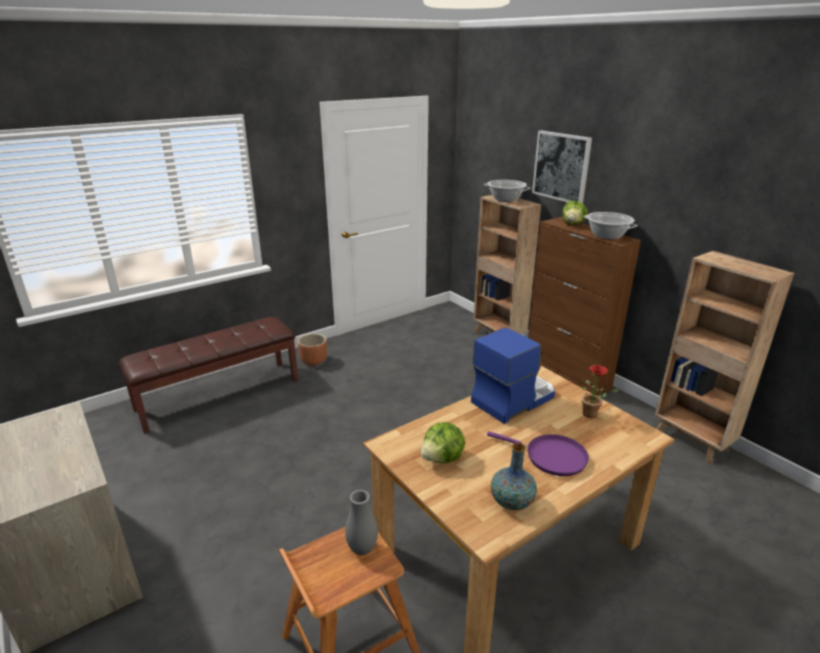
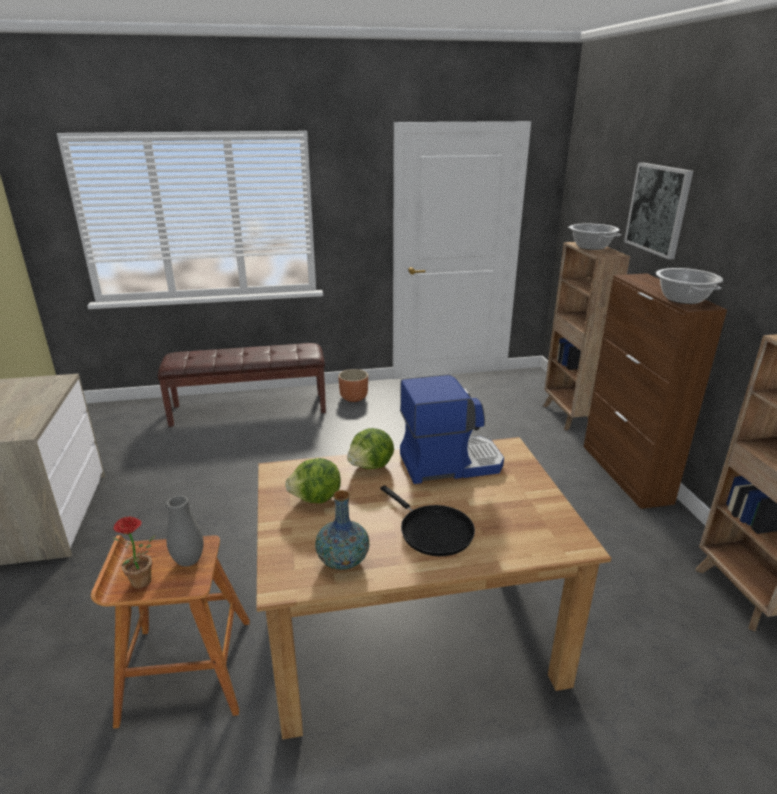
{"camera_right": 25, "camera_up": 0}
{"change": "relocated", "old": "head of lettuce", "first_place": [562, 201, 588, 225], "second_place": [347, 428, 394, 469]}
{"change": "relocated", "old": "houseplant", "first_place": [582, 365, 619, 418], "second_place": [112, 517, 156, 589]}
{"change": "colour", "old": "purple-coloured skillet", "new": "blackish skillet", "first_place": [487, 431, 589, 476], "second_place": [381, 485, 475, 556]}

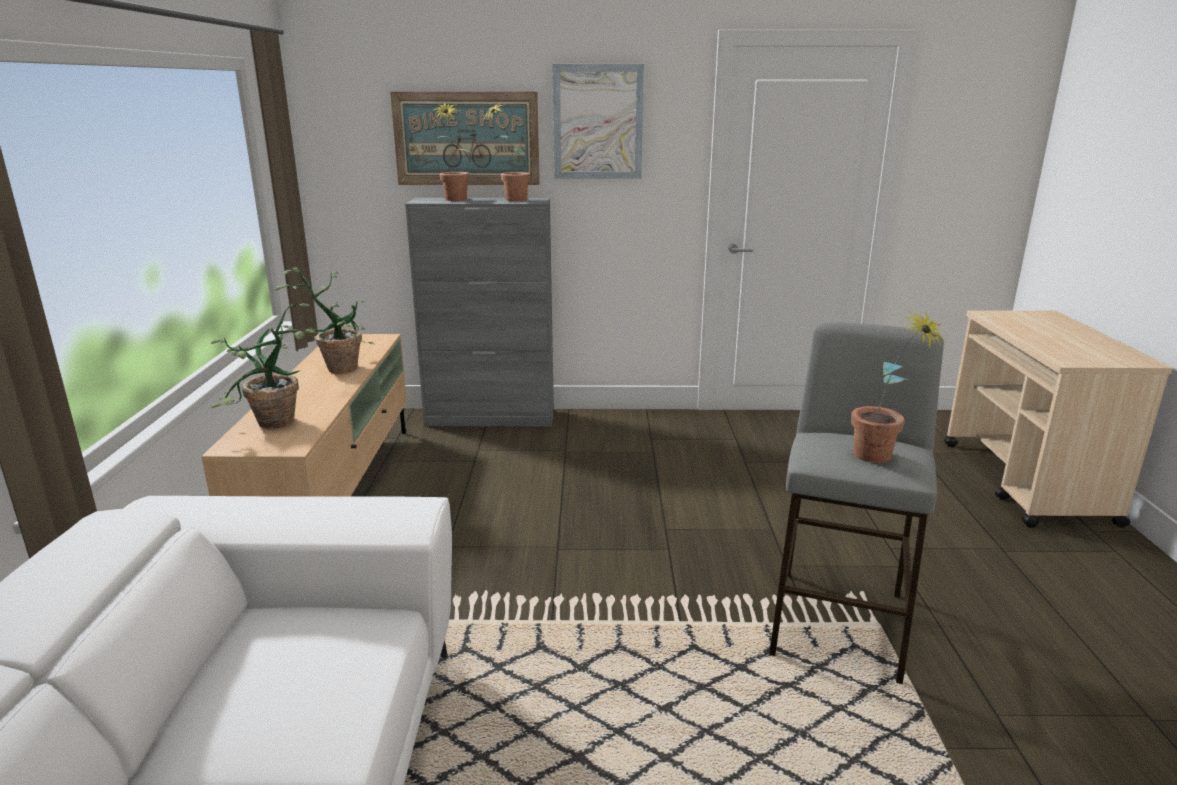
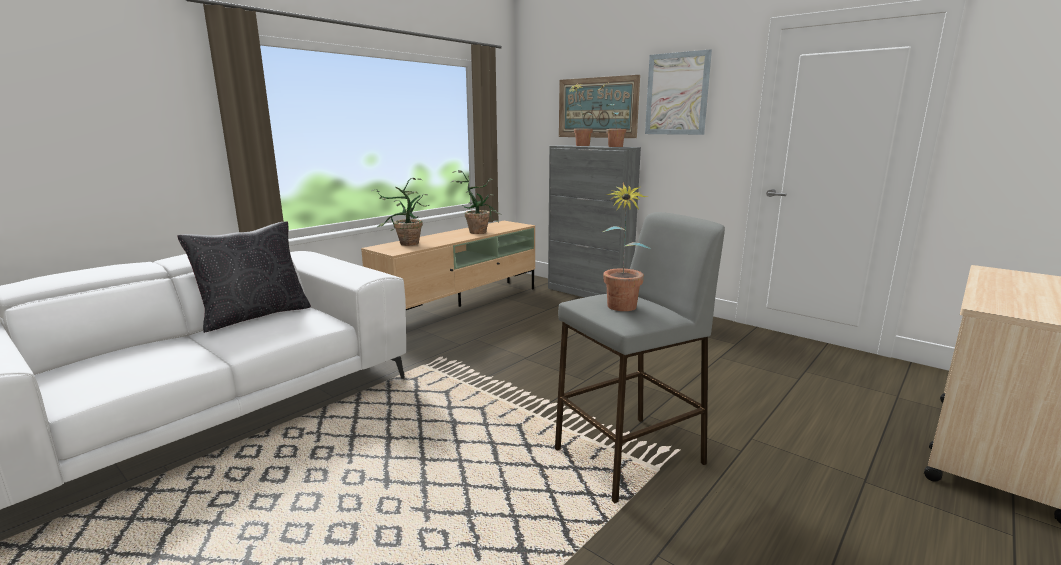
{"camera_right": 40, "camera_up": -5}
{"change": "appeared", "new": "blackish throw pillow", "second_place": [177, 222, 311, 333]}

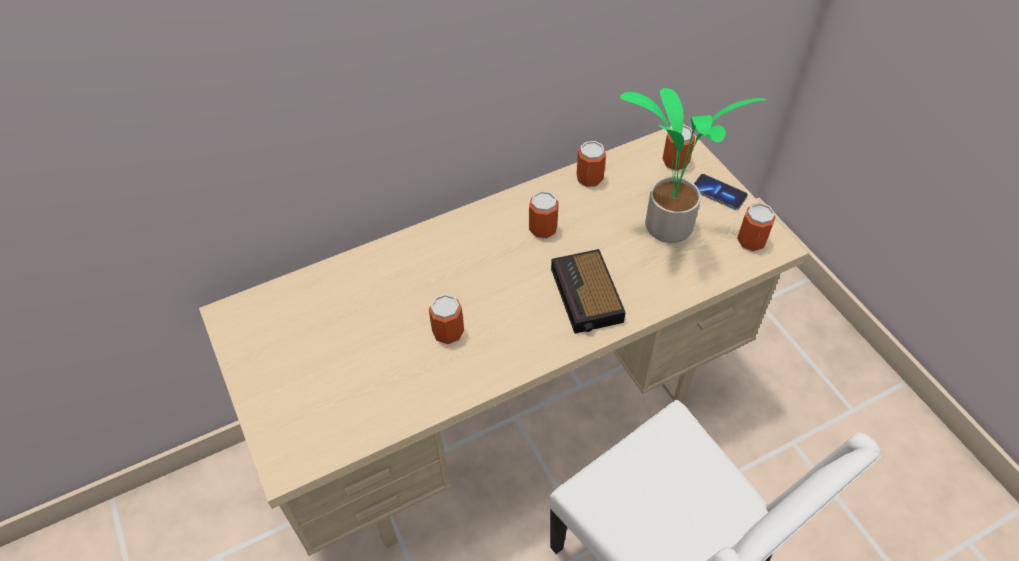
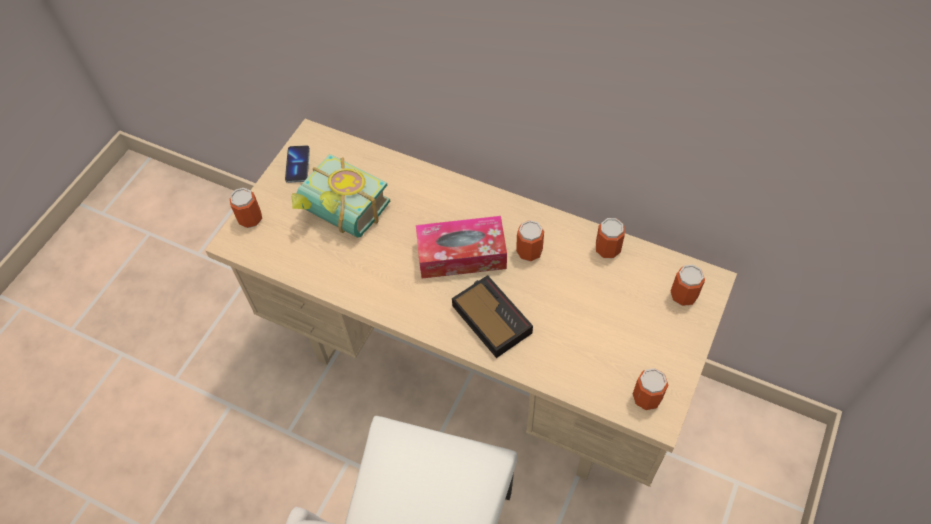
{"camera_right": 55, "camera_up": 5}
{"change": "missing", "old": "houseplant", "first_place": [620, 88, 767, 243]}
{"change": "relocated", "old": "telephone", "first_place": [694, 174, 748, 210], "second_place": [285, 145, 310, 183]}
{"change": "spun", "old": "table clock", "first_place": [551, 249, 626, 334], "second_place": [452, 275, 533, 358], "degrees": 105}
{"change": "relocated", "old": "sealed can", "first_place": [429, 294, 464, 344], "second_place": [229, 188, 262, 228]}
{"change": "appeared", "new": "volume", "second_place": [291, 154, 390, 238]}
{"change": "appeared", "new": "tissue box", "second_place": [416, 216, 507, 279]}

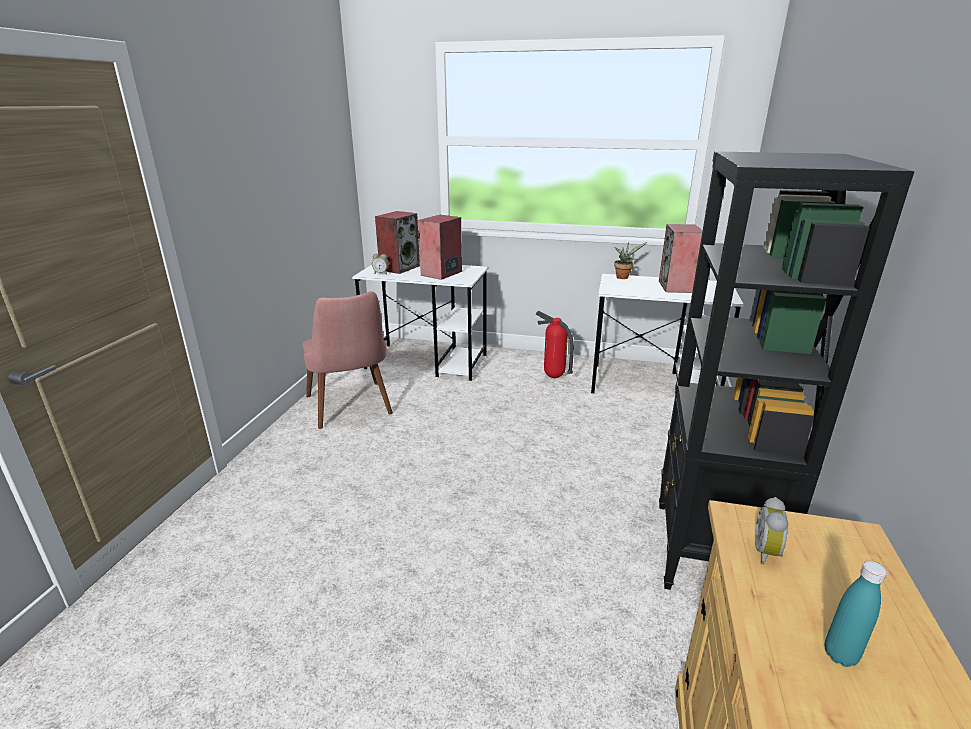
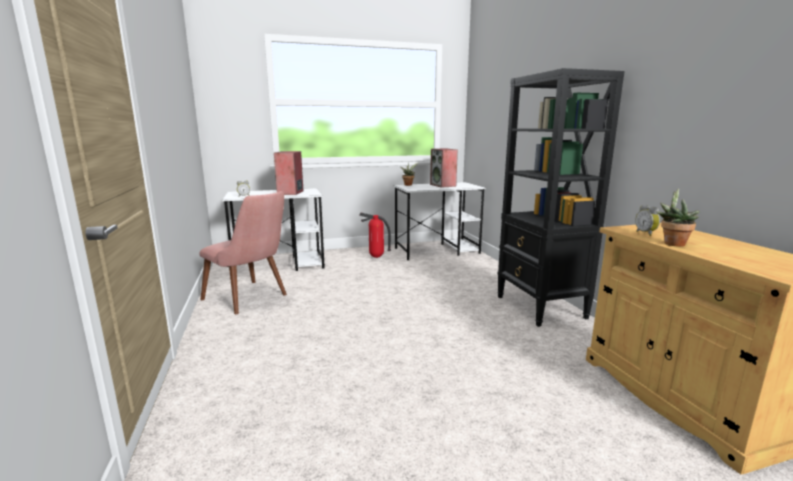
{"camera_right": -30, "camera_up": -10}
{"change": "missing", "old": "audio speaker", "first_place": [375, 211, 420, 274]}
{"change": "missing", "old": "blue-green drink bottle", "first_place": [825, 561, 887, 667]}
{"change": "appeared", "new": "houseplant", "second_place": [656, 188, 700, 247]}

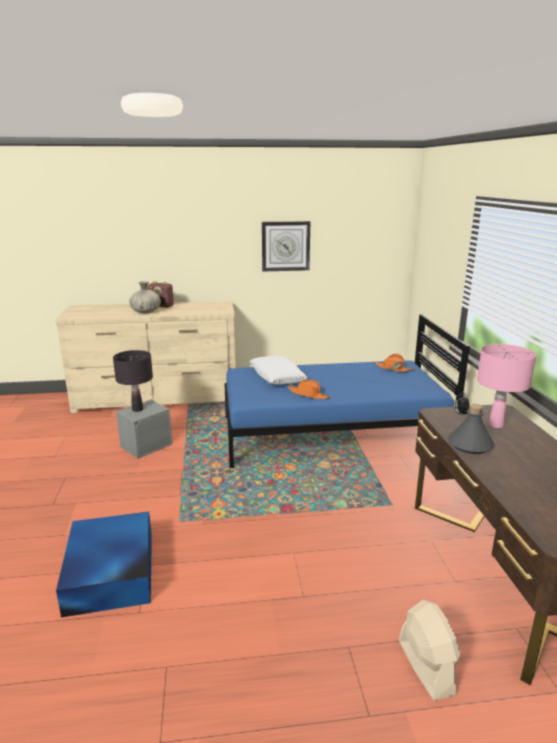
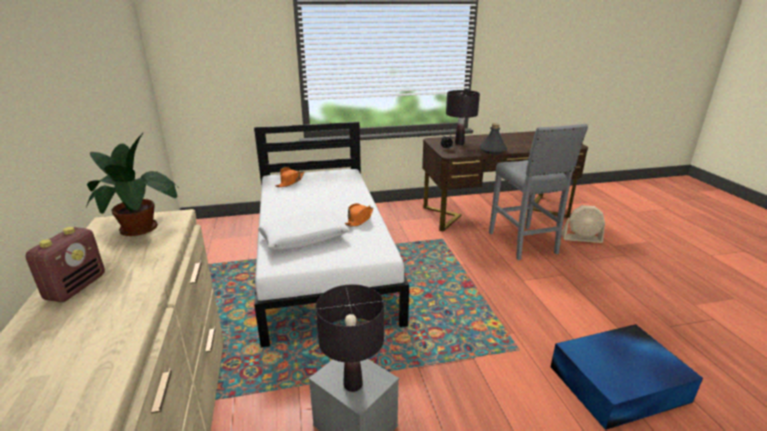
{"camera_right": -95, "camera_up": 5}
{"change": "missing", "old": "clock on the wall", "first_place": [262, 221, 310, 271]}
{"change": "missing", "old": "sand-coloured flower vase", "first_place": [129, 281, 161, 314]}
{"change": "colour", "old": "blue bed", "new": "white bed", "first_place": [224, 314, 470, 468], "second_place": [254, 122, 409, 347]}
{"change": "colour", "old": "pink lamp for a table", "new": "blackish lamp for a table", "first_place": [477, 344, 536, 429], "second_place": [446, 90, 480, 145]}
{"change": "spun", "old": "sand-coloured fan", "first_place": [399, 600, 461, 701], "second_place": [562, 205, 605, 243], "degrees": -150}
{"change": "appeared", "new": "greyish sitting stool", "second_place": [489, 124, 588, 260]}
{"change": "appeared", "new": "houseplant", "second_place": [86, 132, 179, 236]}

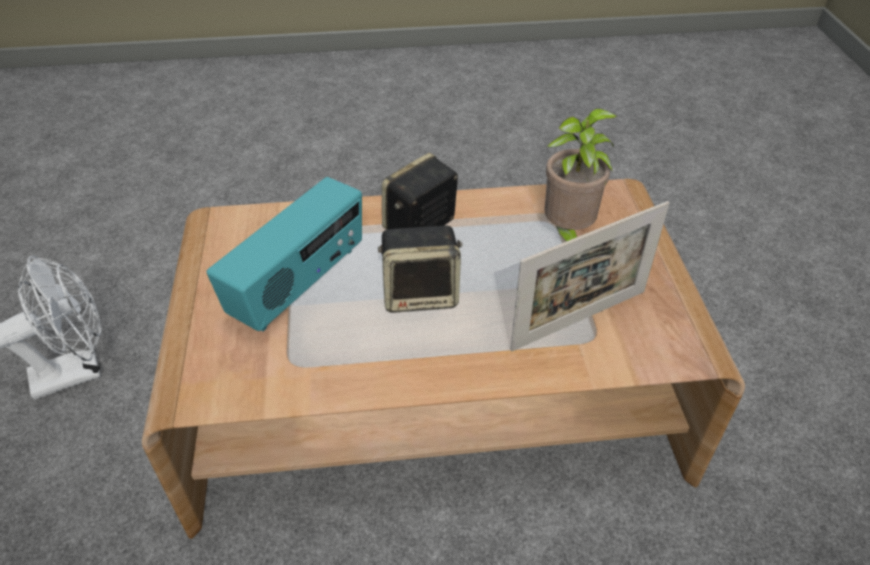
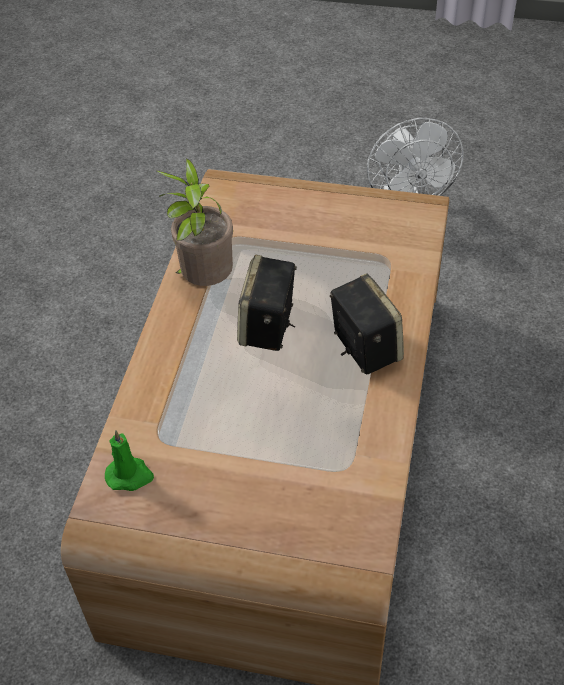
{"camera_right": 110, "camera_up": 5}
{"change": "relocated", "old": "houseplant", "first_place": [544, 108, 618, 241], "second_place": [156, 158, 233, 286]}
{"change": "missing", "old": "radio receiver", "first_place": [207, 177, 362, 332]}
{"change": "missing", "old": "picture frame", "first_place": [510, 201, 670, 351]}
{"change": "appeared", "new": "green candle", "second_place": [105, 430, 154, 491]}

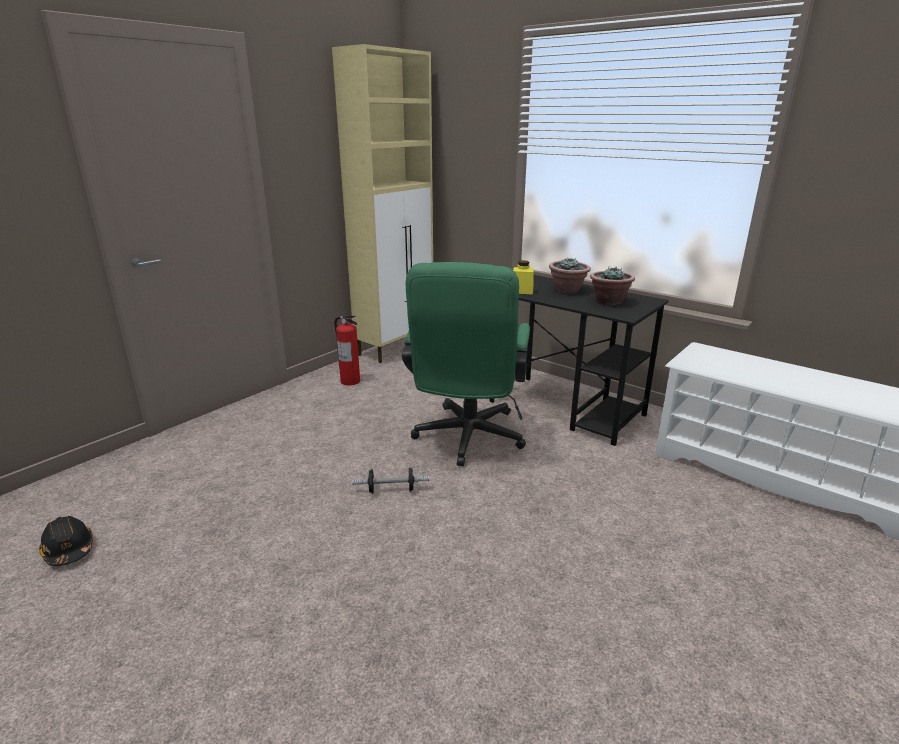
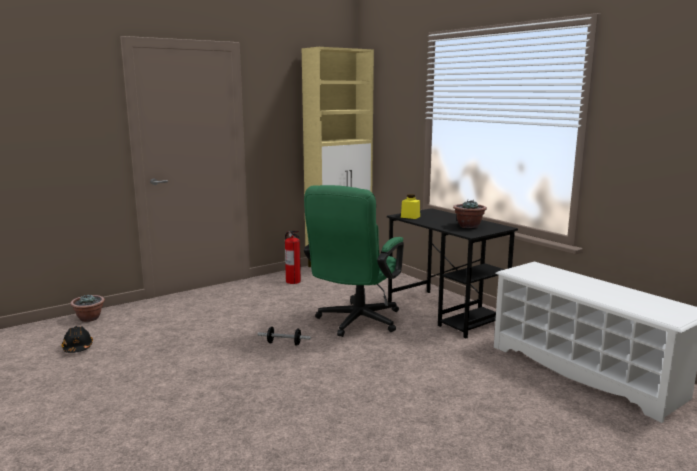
{"camera_right": 15, "camera_up": -10}
{"change": "relocated", "old": "houseplant", "first_place": [549, 257, 591, 294], "second_place": [70, 294, 105, 322]}

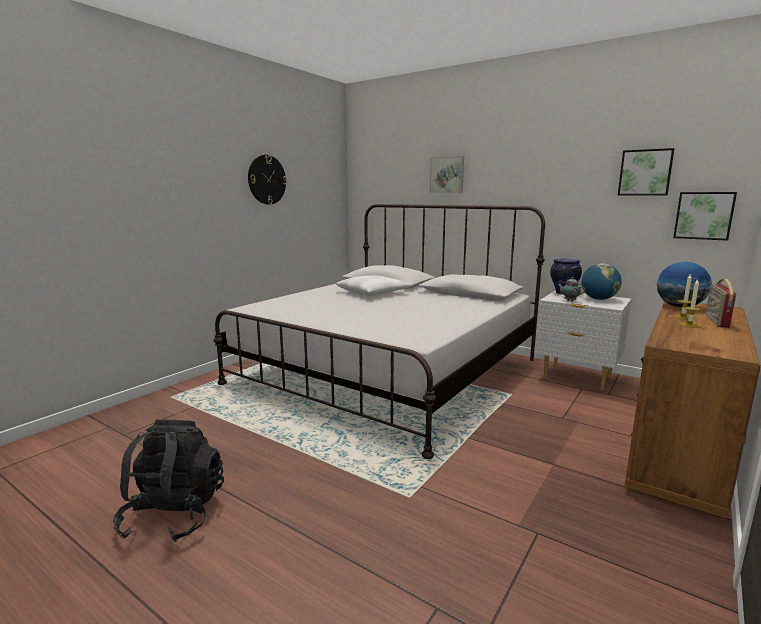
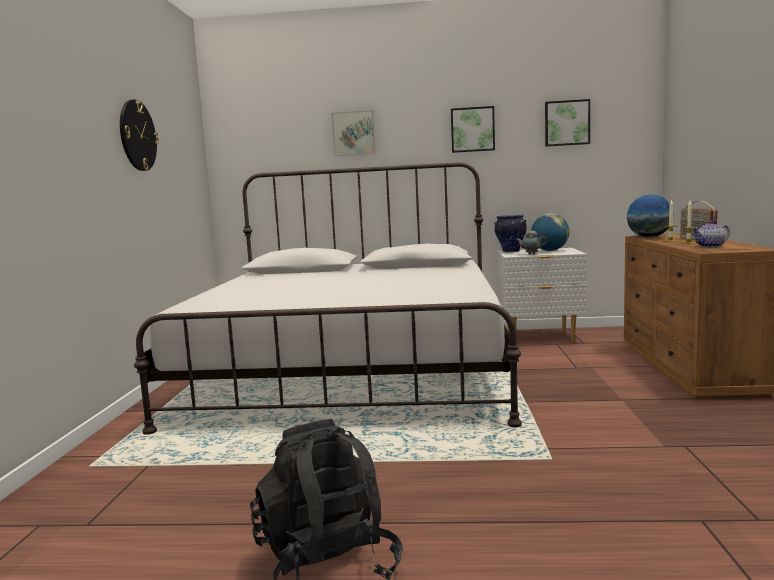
{"camera_right": -30, "camera_up": -5}
{"change": "relocated", "old": "wall picture", "first_place": [673, 192, 737, 241], "second_place": [451, 106, 495, 153]}
{"change": "missing", "old": "white throw pillow", "first_place": [336, 275, 412, 296]}
{"change": "appeared", "new": "tea pot", "second_place": [692, 221, 730, 248]}

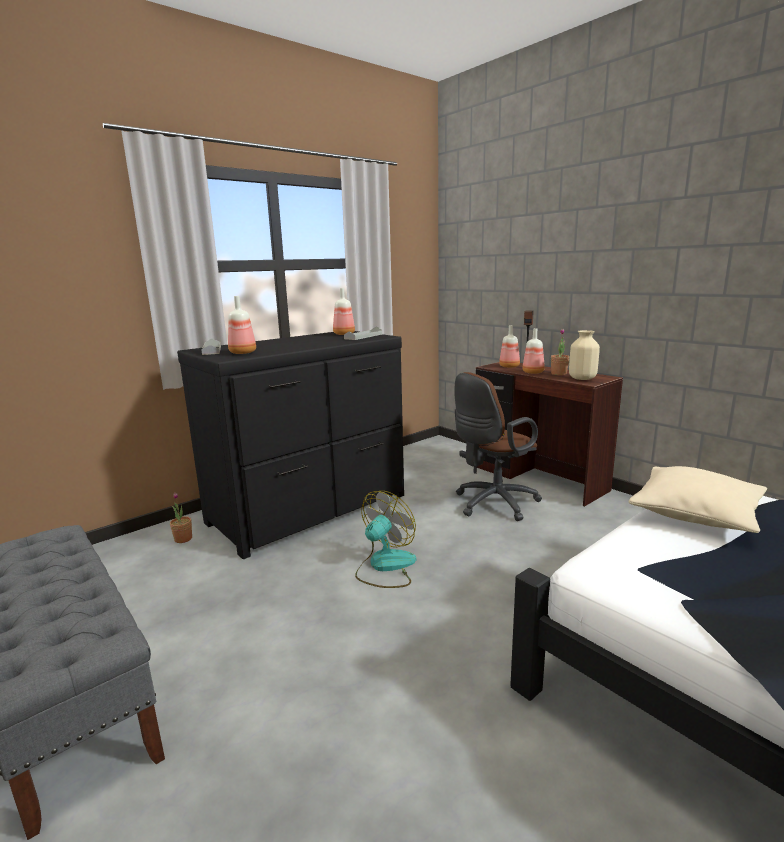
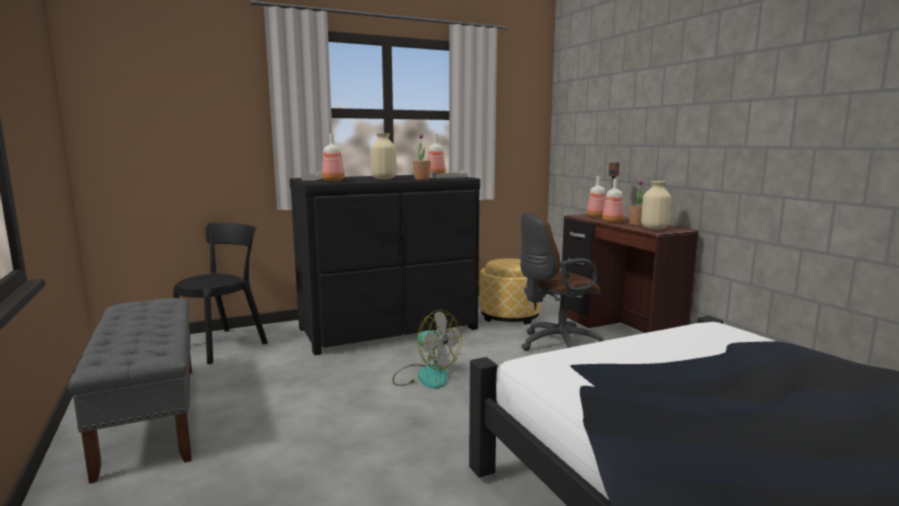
{"camera_right": 15, "camera_up": -5}
{"change": "missing", "old": "sand-coloured throw pillow", "first_place": [628, 466, 767, 533]}
{"change": "spun", "old": "fan", "first_place": [355, 491, 416, 588], "second_place": [392, 310, 462, 389], "degrees": 75}
{"change": "relocated", "old": "houseplant", "first_place": [170, 493, 192, 543], "second_place": [413, 133, 431, 180]}
{"change": "appeared", "new": "sand-coloured flower vase", "second_place": [370, 133, 397, 180]}
{"change": "appeared", "new": "blackish chair", "second_place": [173, 223, 268, 364]}
{"change": "appeared", "new": "footrest", "second_place": [479, 259, 541, 325]}

